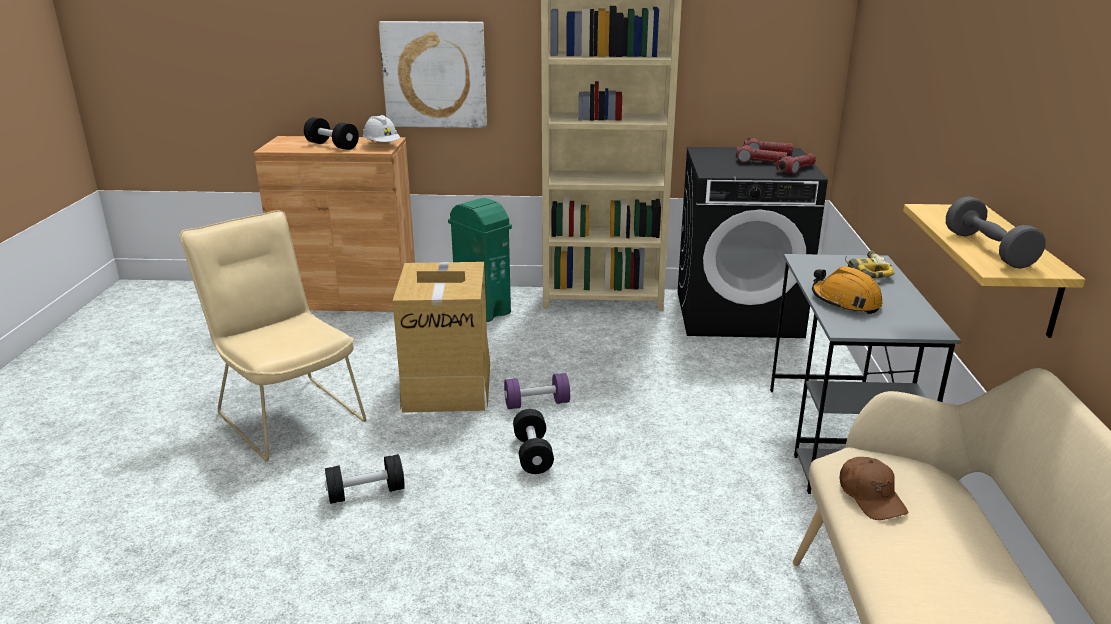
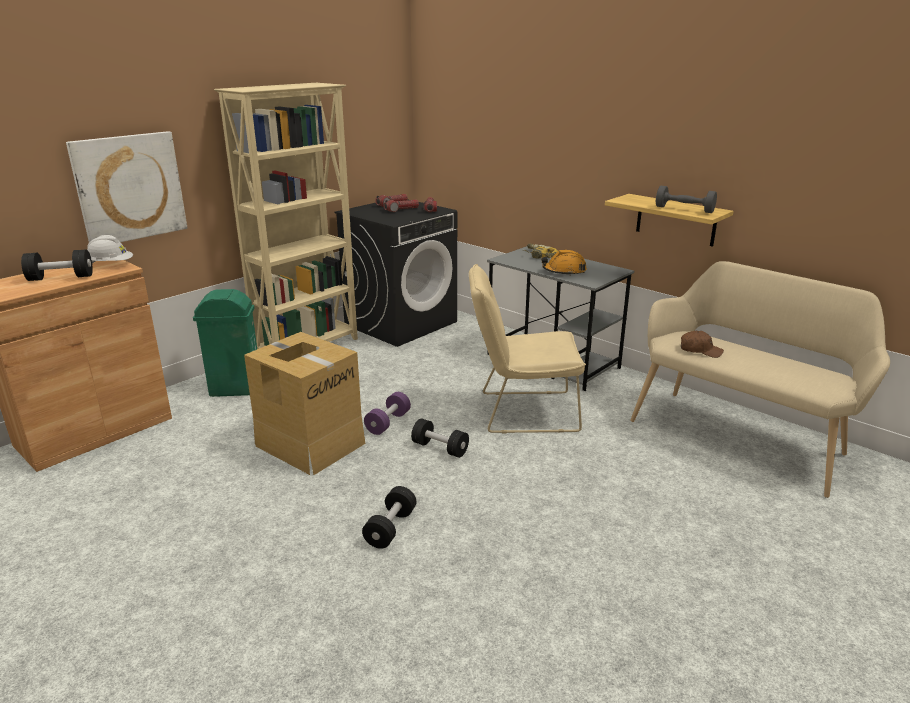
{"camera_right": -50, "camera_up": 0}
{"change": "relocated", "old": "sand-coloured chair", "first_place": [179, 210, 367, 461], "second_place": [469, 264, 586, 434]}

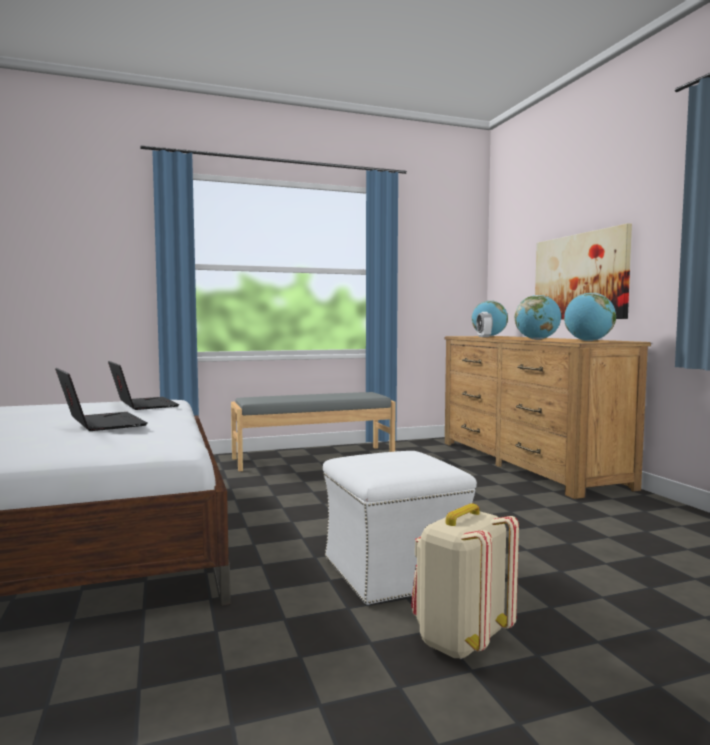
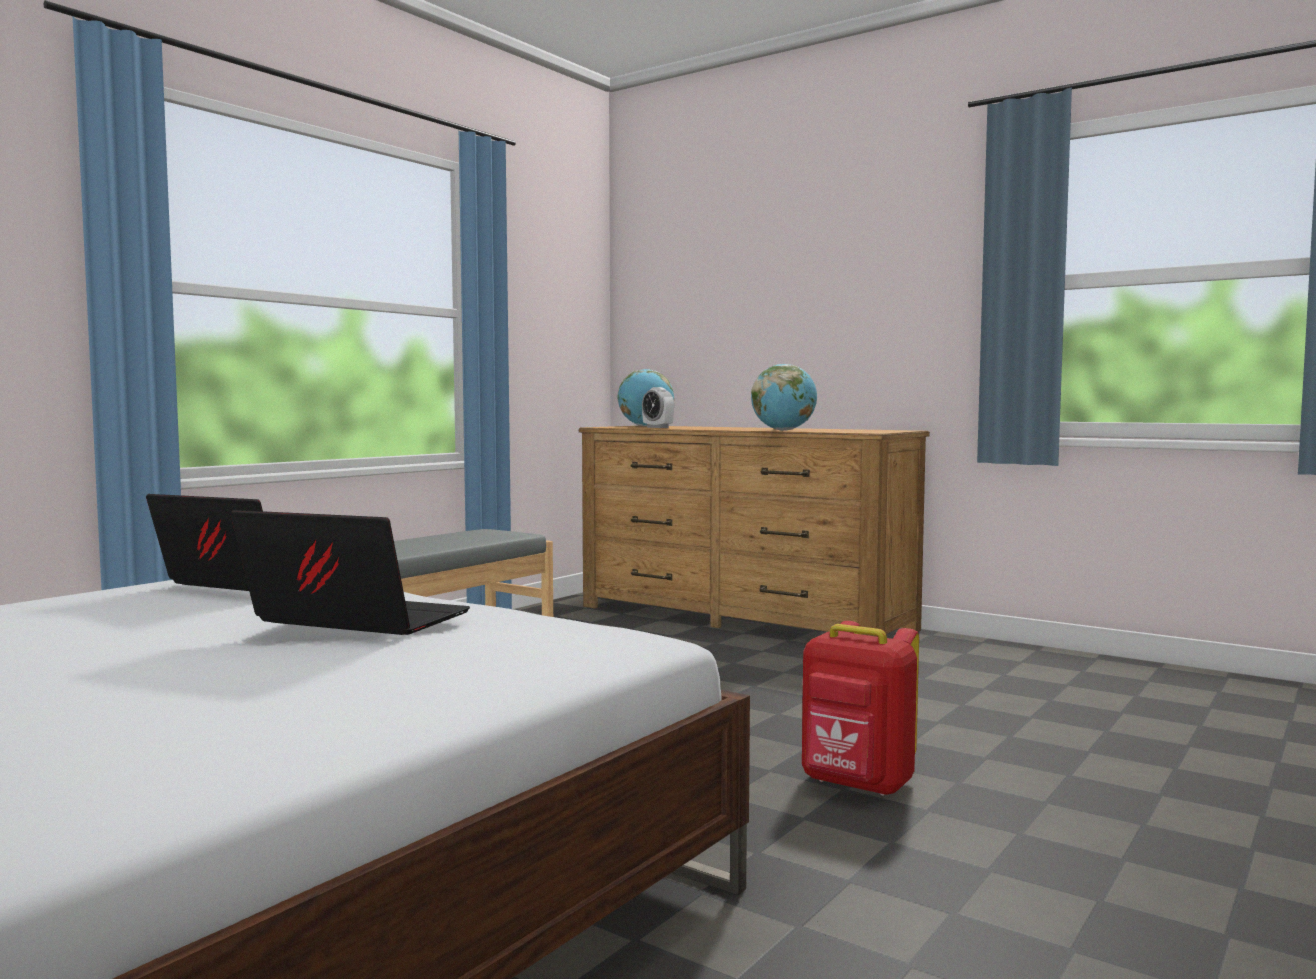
{"camera_right": -35, "camera_up": 0}
{"change": "missing", "old": "wall picture", "first_place": [535, 223, 632, 319]}
{"change": "missing", "old": "desk globe", "first_place": [564, 293, 616, 341]}
{"change": "exchanged", "old": "white footrest", "new": "reddish rucksack", "first_place": [323, 451, 477, 605], "second_place": [802, 621, 919, 796]}
{"change": "missing", "old": "sand-coloured rucksack", "first_place": [411, 503, 519, 659]}

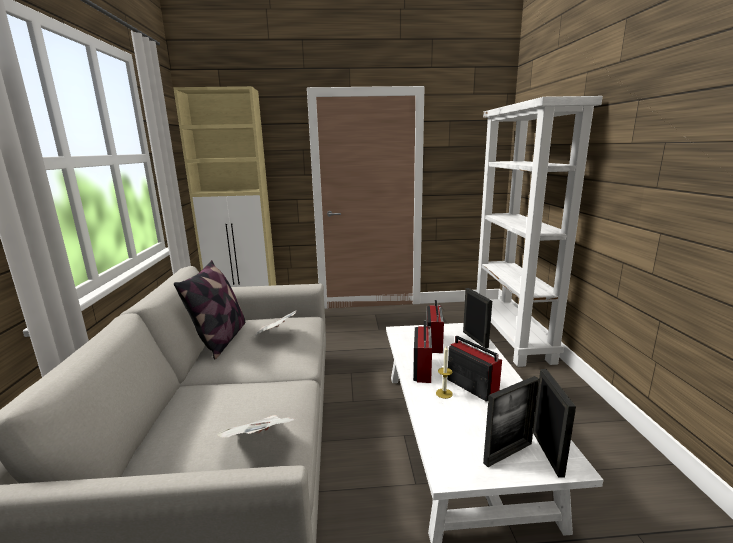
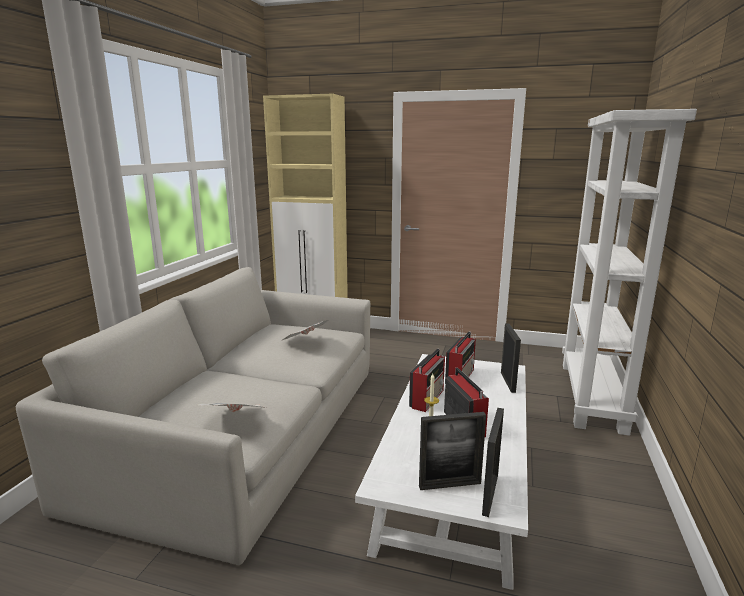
{"camera_right": 20, "camera_up": 0}
{"change": "missing", "old": "throw pillow", "first_place": [174, 260, 245, 359]}

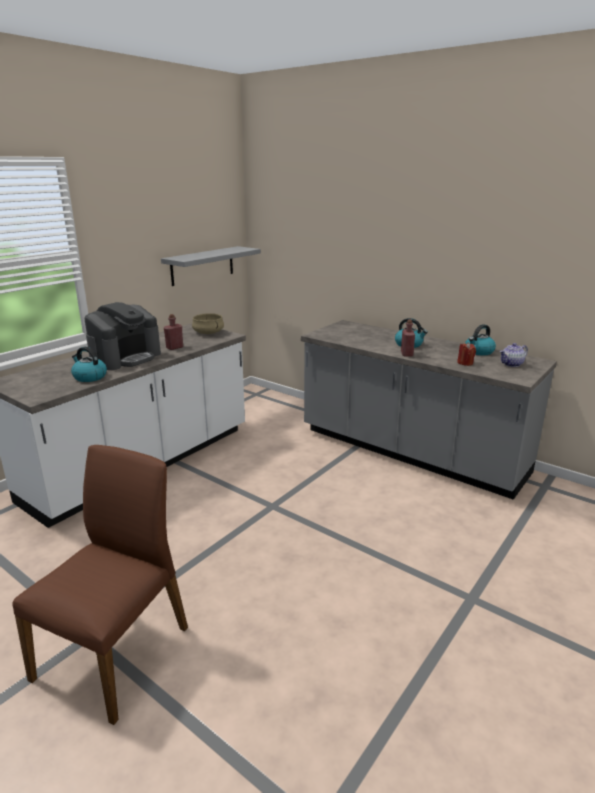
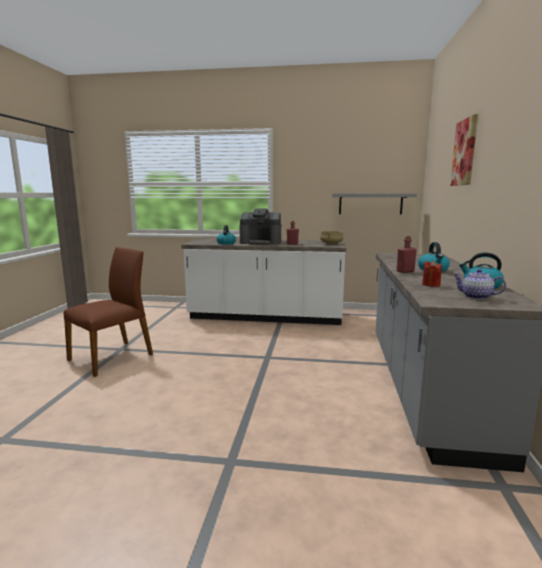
{"camera_right": 60, "camera_up": -10}
{"change": "spun", "old": "brown chair", "first_place": [12, 445, 188, 725], "second_place": [64, 247, 153, 377], "degrees": -45}
{"change": "appeared", "new": "wall picture", "second_place": [450, 114, 478, 186]}

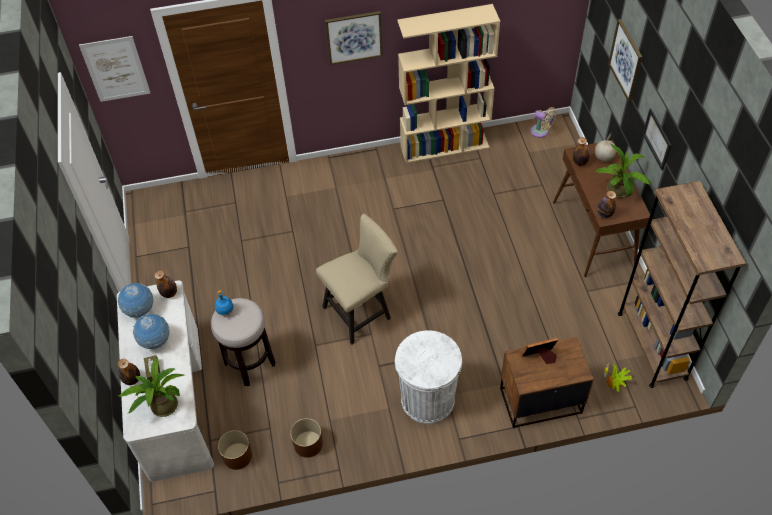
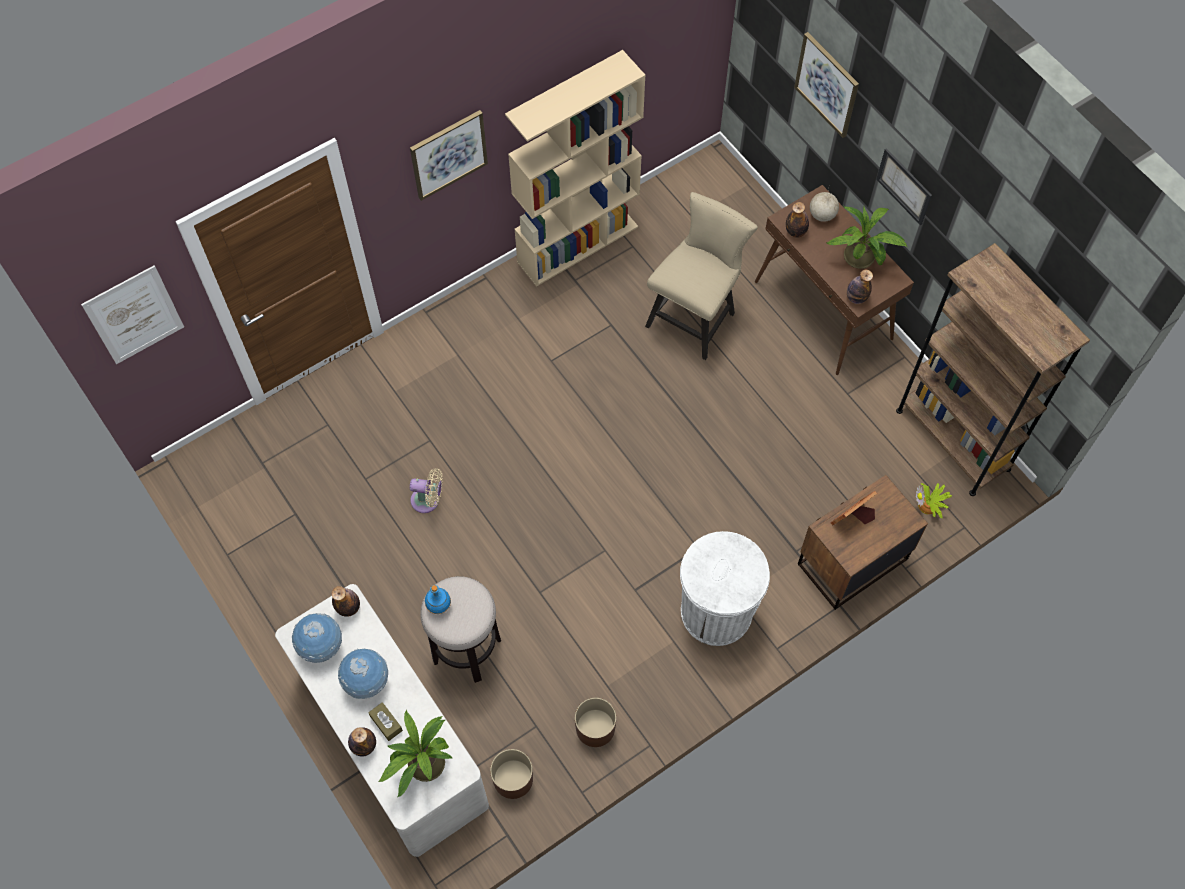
{"camera_right": -25, "camera_up": 10}
{"change": "relocated", "old": "sand-coloured fan", "first_place": [530, 107, 556, 138], "second_place": [410, 468, 443, 513]}
{"change": "relocated", "old": "sand-coloured chair", "first_place": [316, 214, 398, 344], "second_place": [645, 192, 758, 360]}

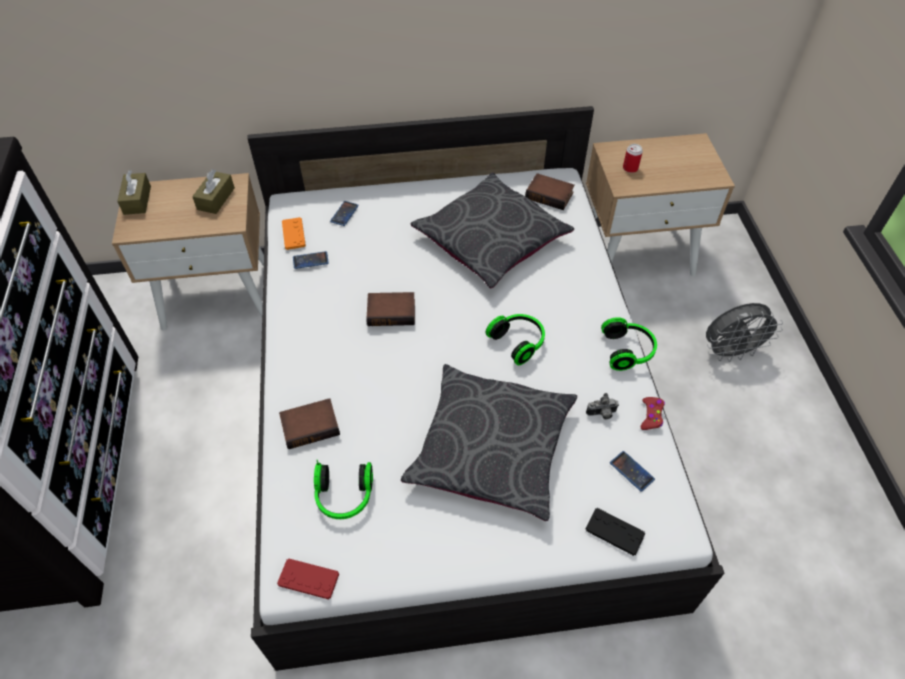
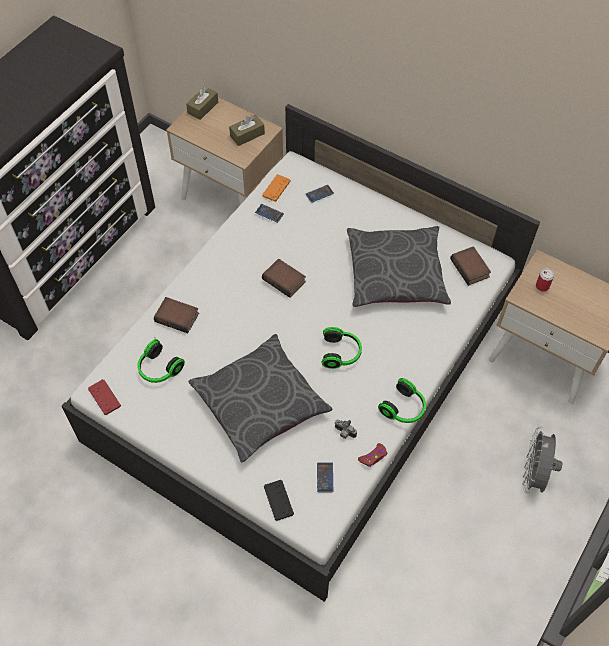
{"camera_right": 40, "camera_up": 5}
{"change": "spun", "old": "greyish fan", "first_place": [706, 303, 783, 362], "second_place": [523, 427, 562, 494], "degrees": 75}

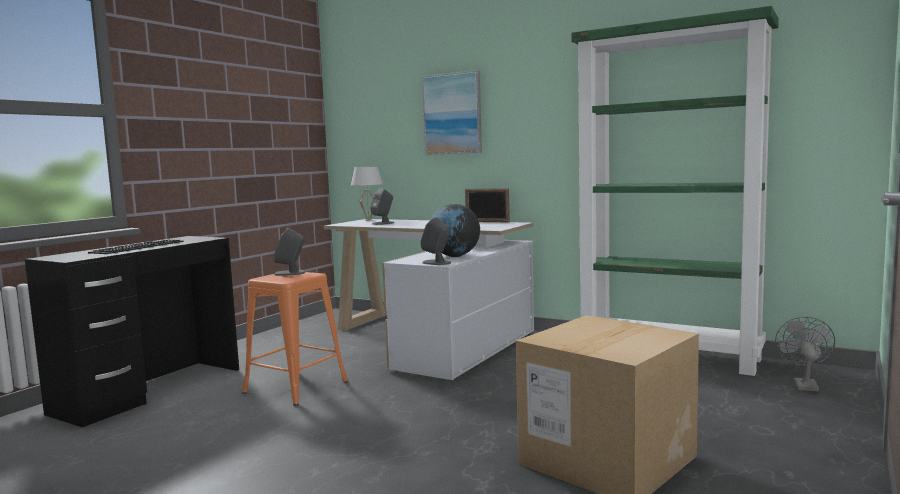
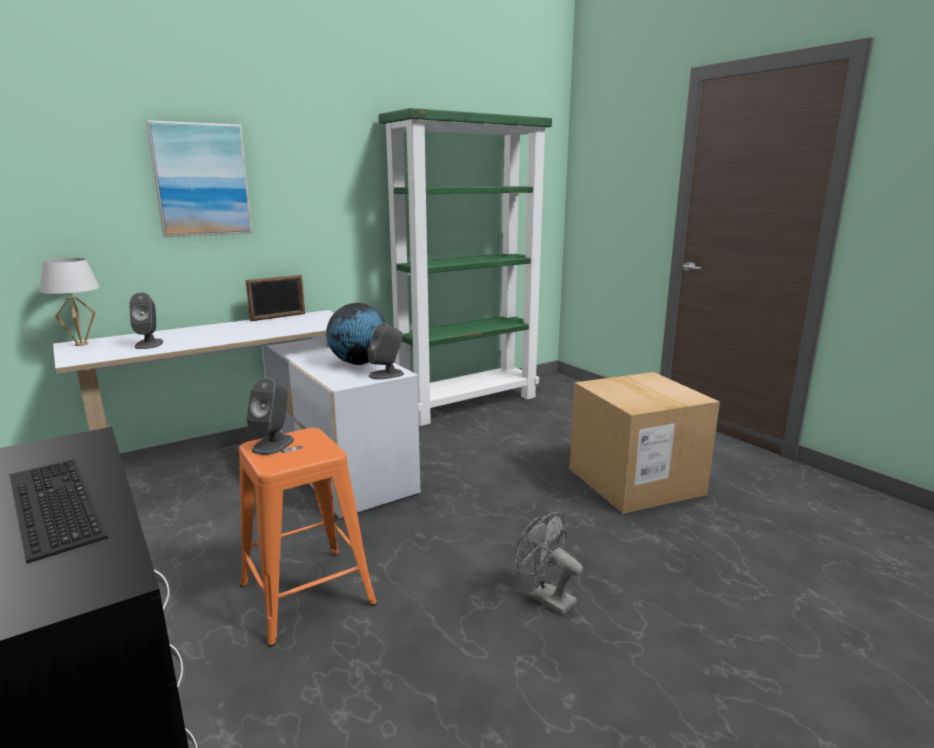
{"camera_right": -65, "camera_up": 10}
{"change": "relocated", "old": "greyish fan", "first_place": [775, 317, 835, 391], "second_place": [515, 512, 583, 615]}

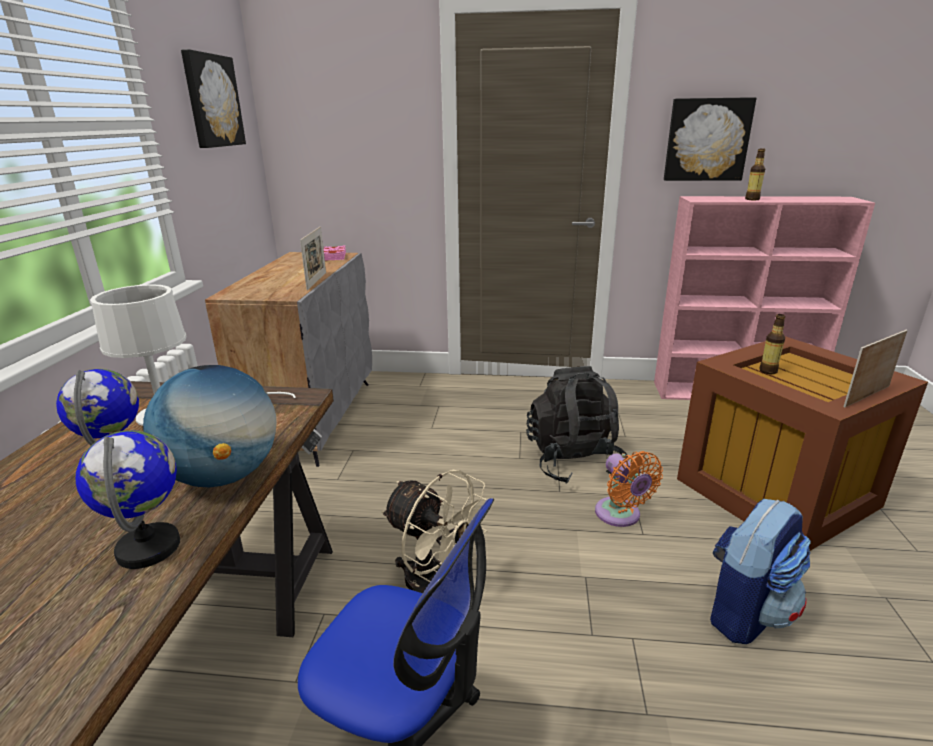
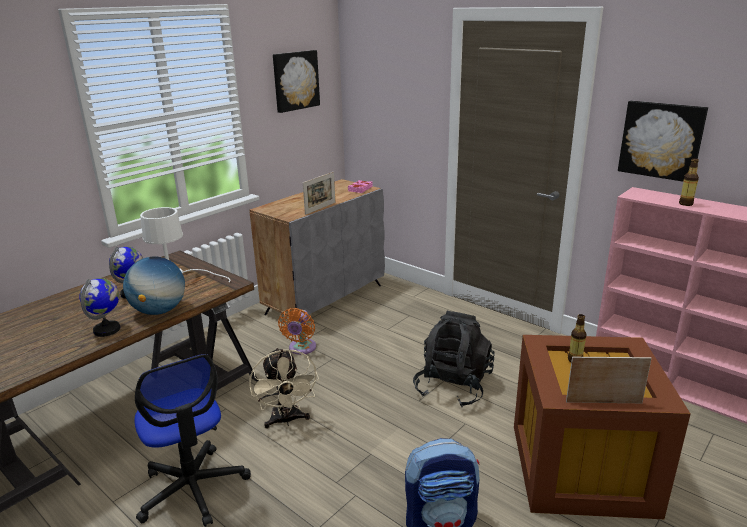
{"camera_right": 35, "camera_up": 0}
{"change": "relocated", "old": "orangey fan", "first_place": [595, 451, 663, 527], "second_place": [278, 308, 316, 355]}

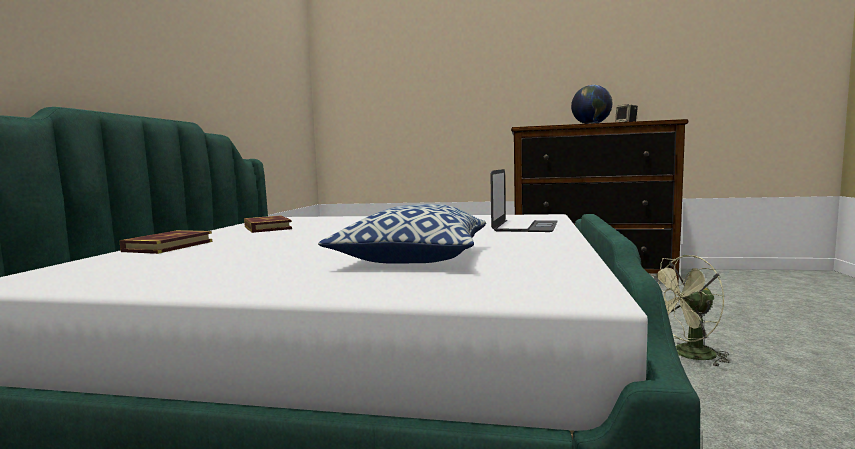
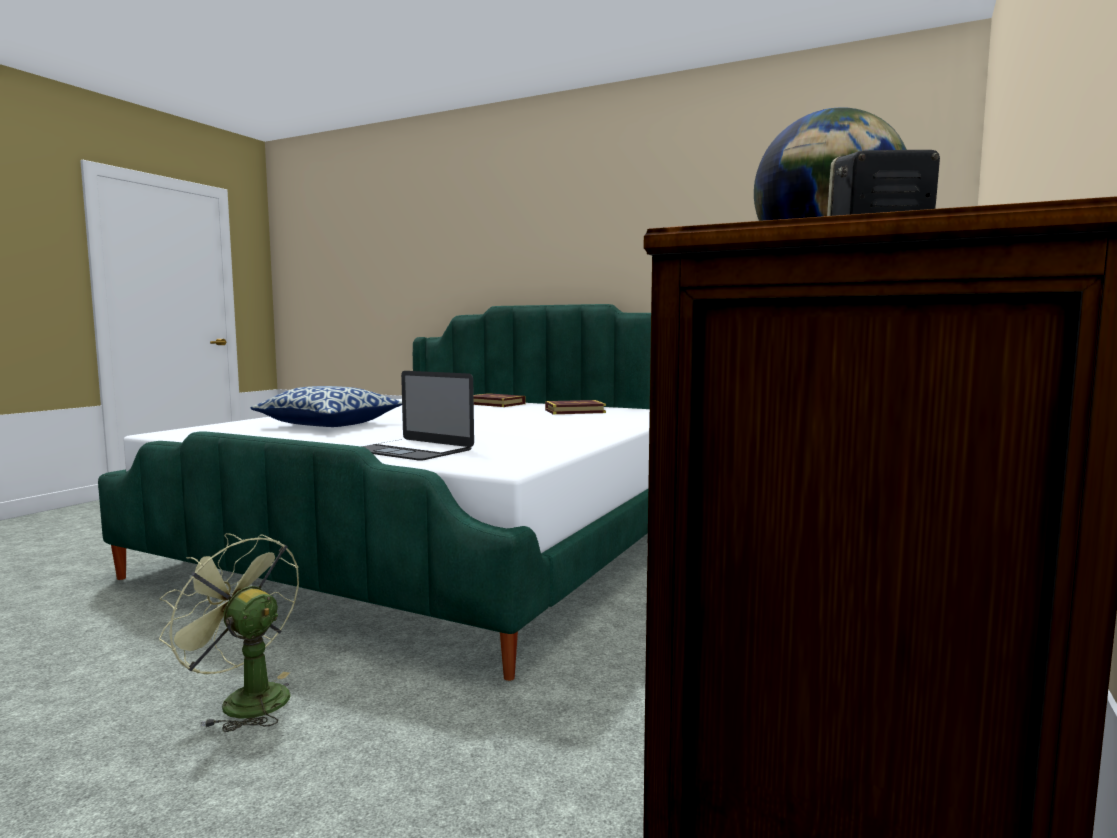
{"camera_right": 105, "camera_up": 0}
{"change": "spun", "old": "green fan", "first_place": [651, 255, 730, 366], "second_place": [159, 533, 299, 732], "degrees": -60}

